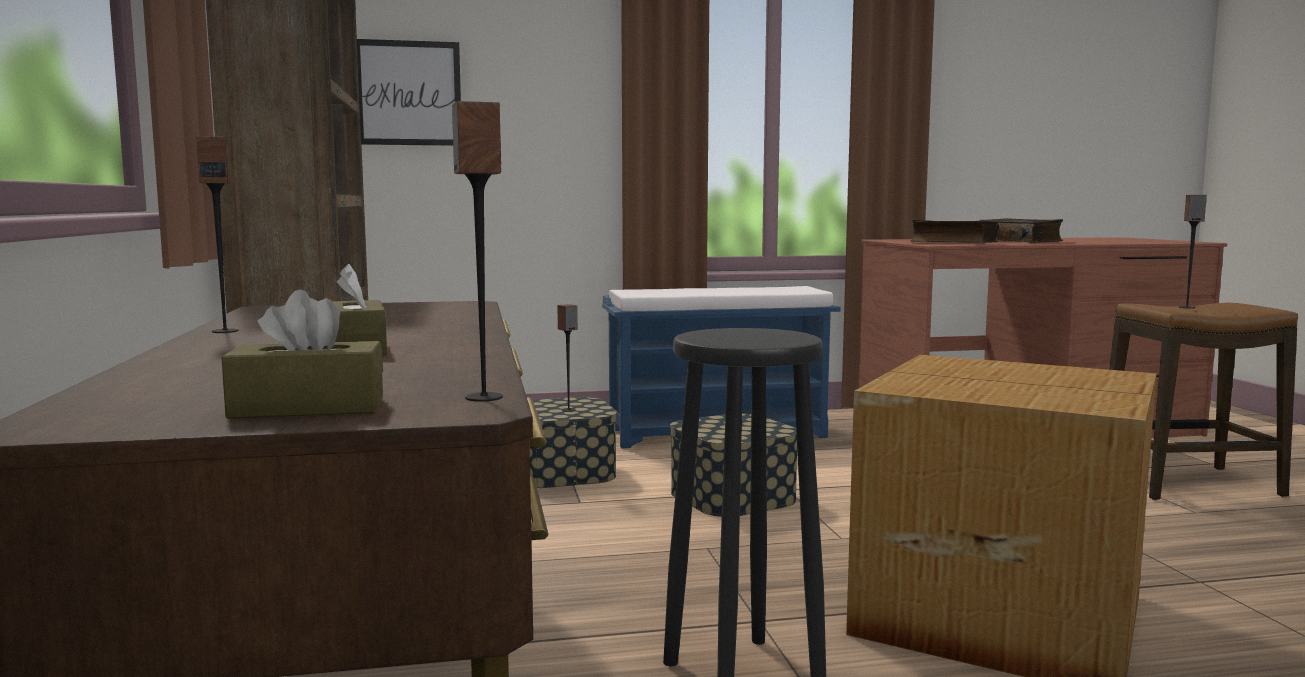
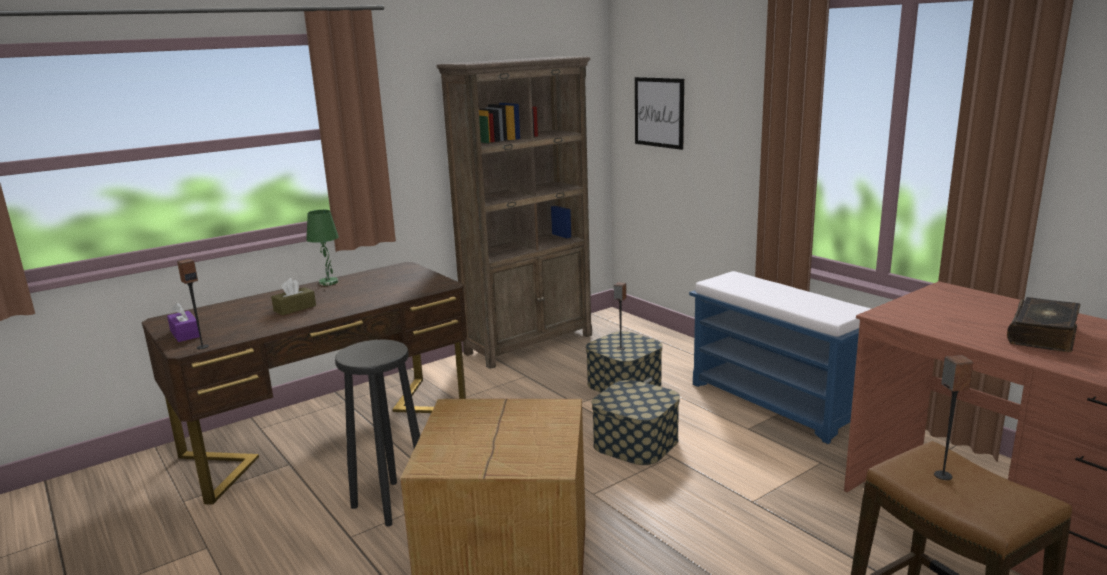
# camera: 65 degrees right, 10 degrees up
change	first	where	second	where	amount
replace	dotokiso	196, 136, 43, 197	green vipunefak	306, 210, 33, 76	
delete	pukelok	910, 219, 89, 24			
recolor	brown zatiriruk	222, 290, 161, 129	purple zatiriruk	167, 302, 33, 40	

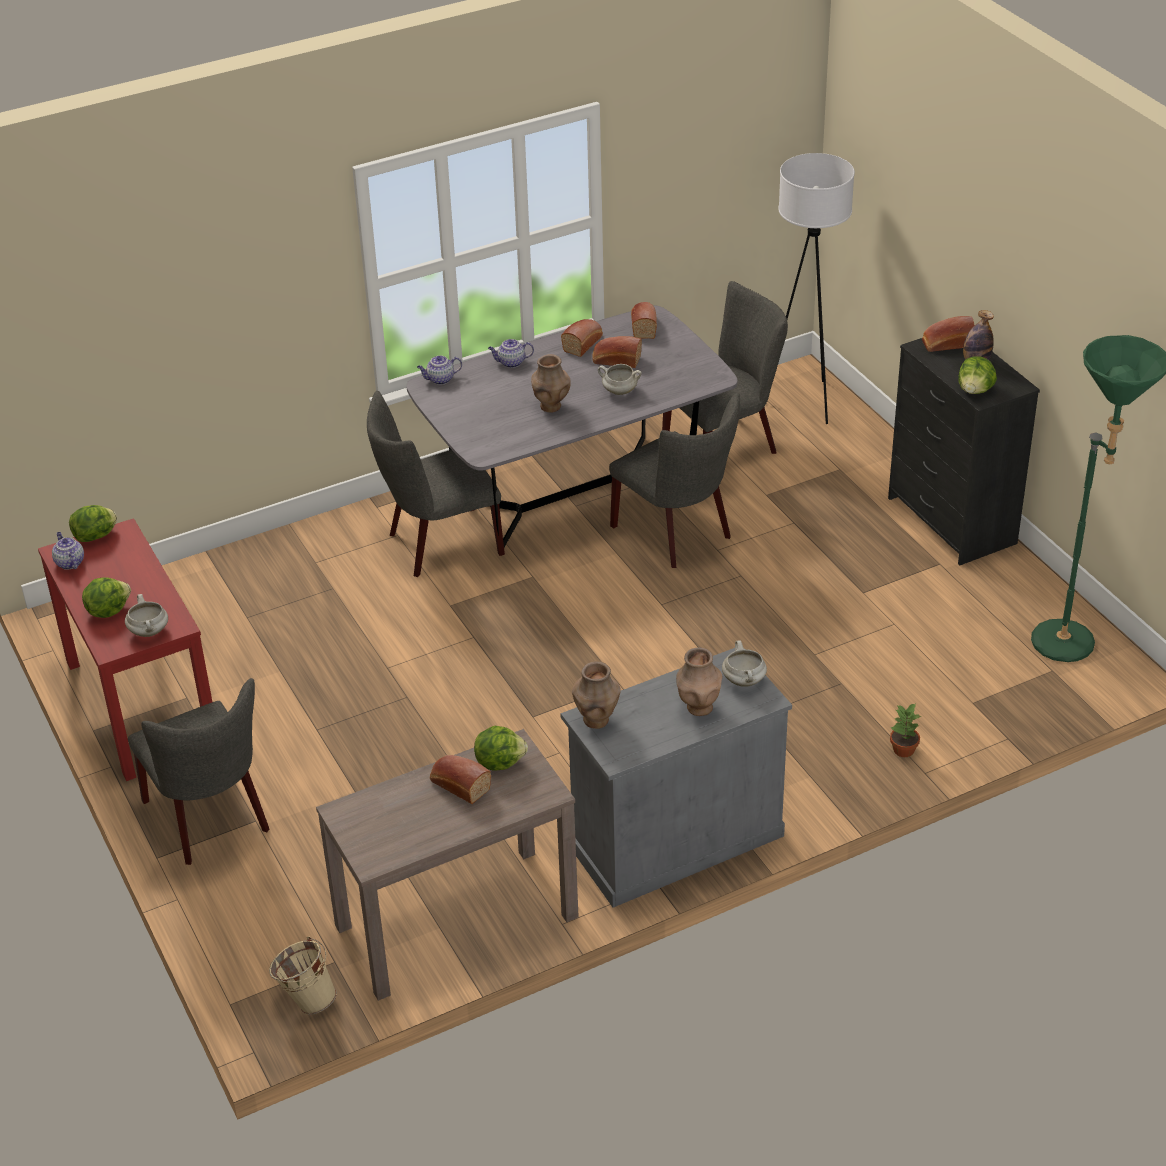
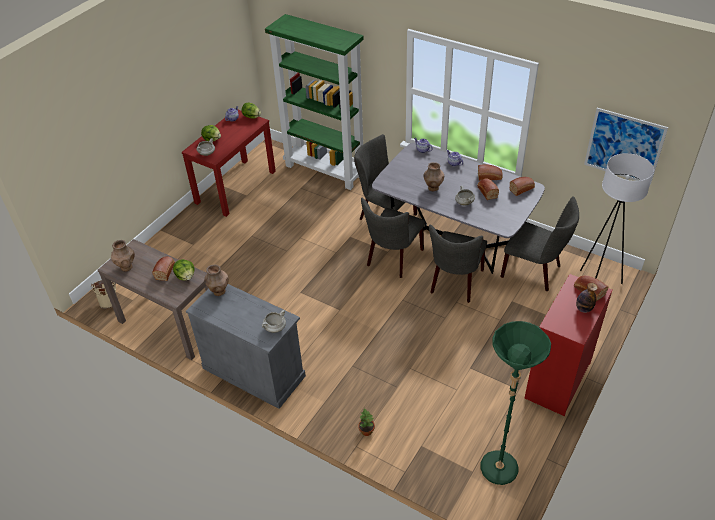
# camera: 60 degrees right, 5 degrees up
change	first	where	second	where	amount
recolor	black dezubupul	888, 338, 152, 227	red dezubupul	525, 274, 88, 142	
delete	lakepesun	958, 356, 39, 38			
move	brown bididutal	676, 648, 46, 68		111, 240, 24, 32	
move	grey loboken	128, 678, 141, 187		361, 198, 64, 80	
insert			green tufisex	265, 14, 99, 176	
insert			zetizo	584, 108, 84, 77	

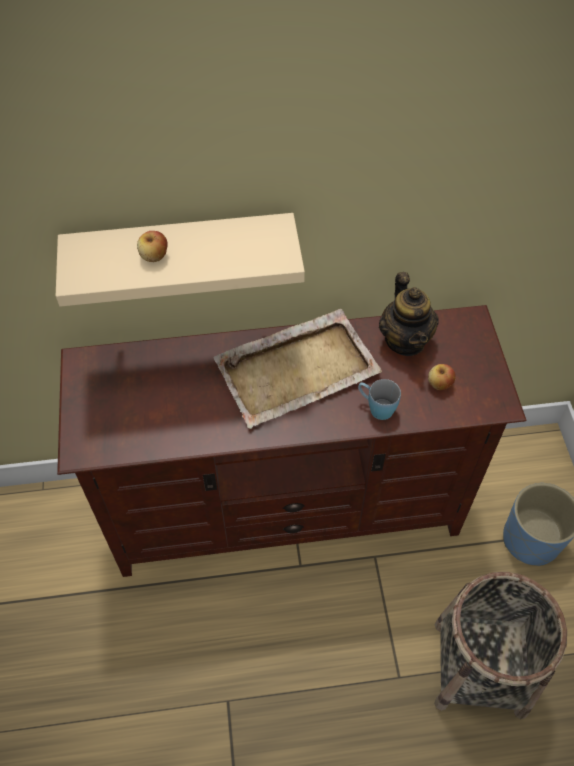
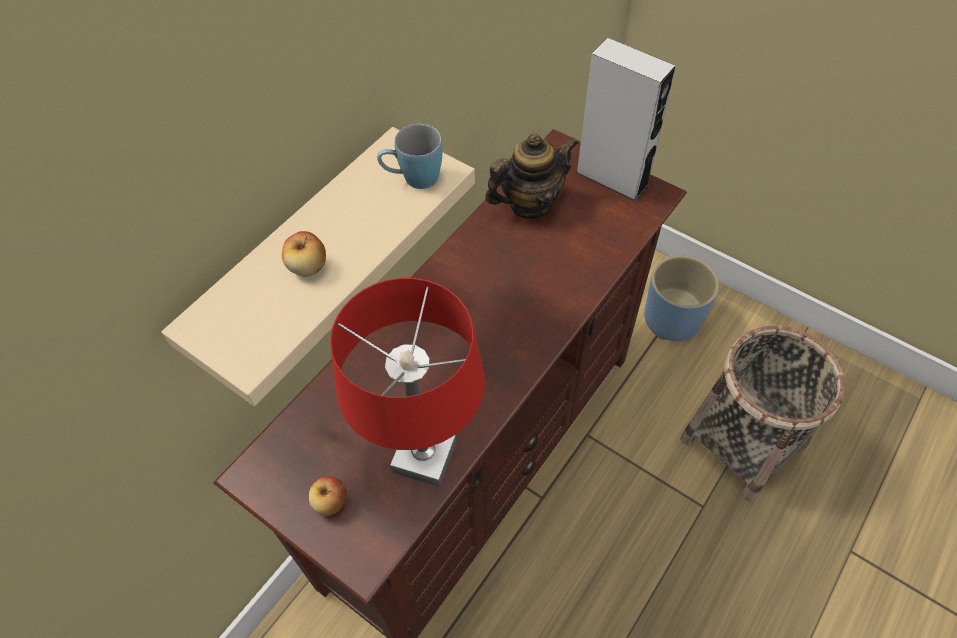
# camera: 45 degrees left, 0 degrees up
change	first	where	second	where	amount
rotate	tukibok	379, 272, 60, 84		485, 133, 94, 86	60 degrees counterclockwise
delete	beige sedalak	213, 309, 169, 120			
move	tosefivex	428, 364, 28, 26		309, 476, 38, 40	
move	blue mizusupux	358, 379, 43, 41		377, 124, 65, 65	
insert			grey dotokiso	575, 38, 100, 164	
insert			red vipunefak	330, 278, 155, 209	

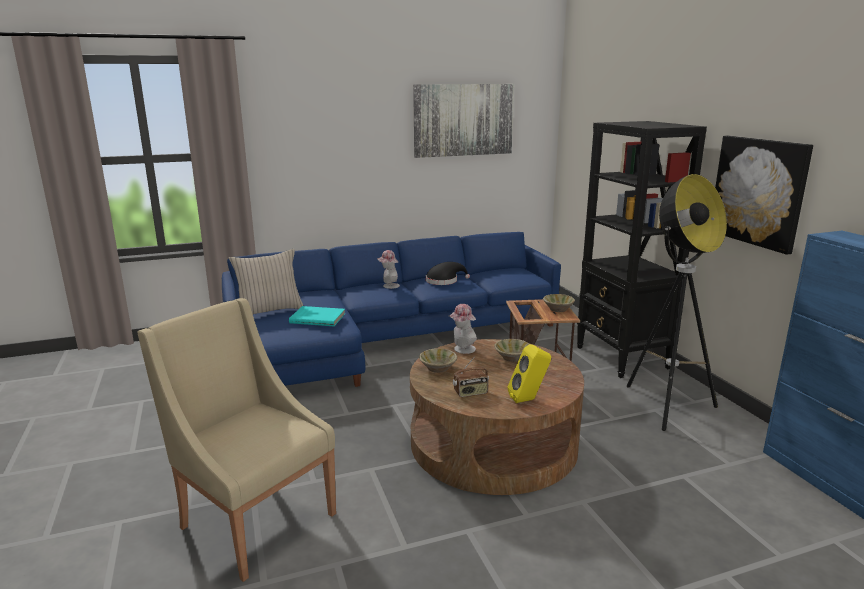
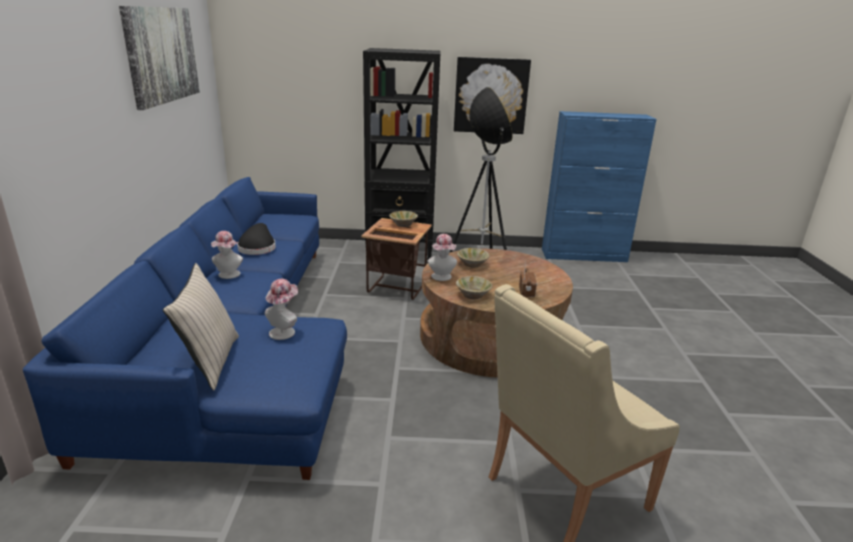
# camera: 70 degrees left, 5 degrees up
change	first	where	second	where	amount
replace	turquoise pukelok	289, 306, 56, 20	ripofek	265, 279, 33, 61	
delete	yellow dotokiso	508, 344, 43, 59			

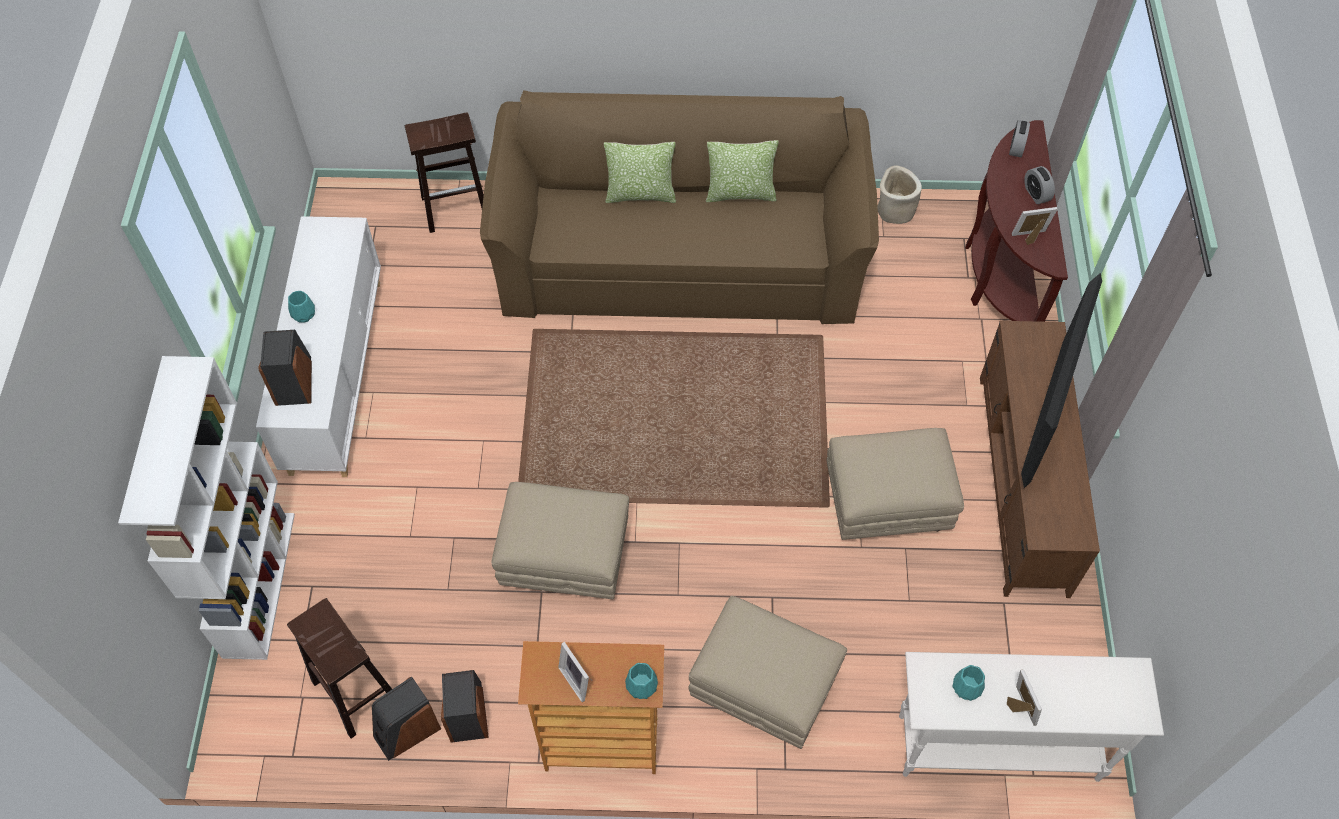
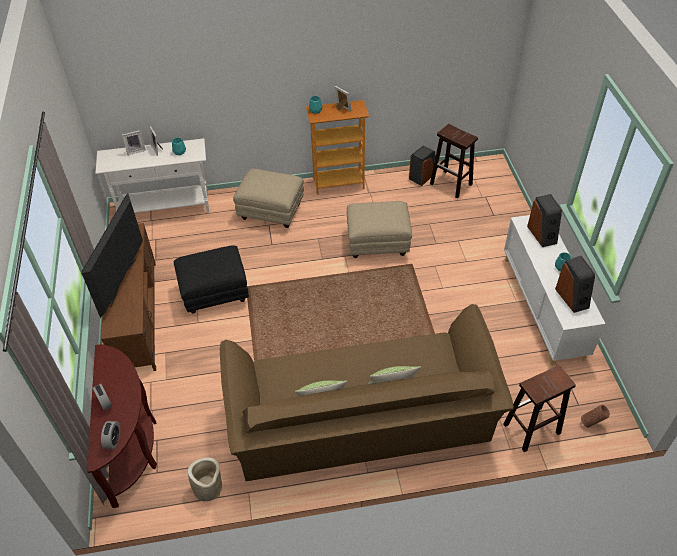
# camera: 170 degrees right, 10 degrees down
change	first	where	second	where	amount
move	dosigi	1012, 207, 45, 38		122, 130, 24, 25	
delete	white tufisex	118, 356, 177, 304			
recolor	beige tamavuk	827, 428, 137, 112	black tamavuk	174, 246, 75, 68	
move	dotokiso	441, 670, 47, 73		555, 256, 40, 57	
insert			brown bididutal	581, 405, 29, 22	

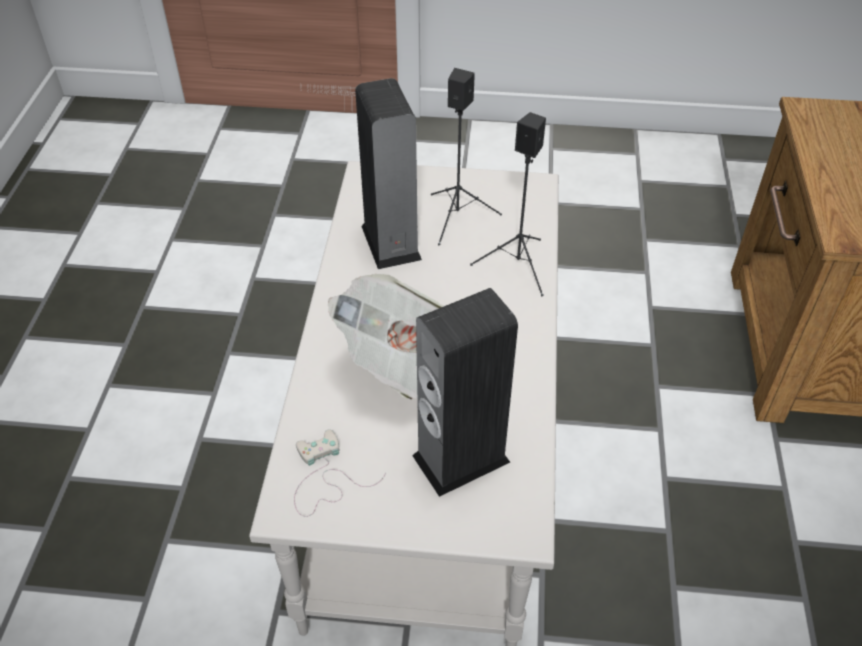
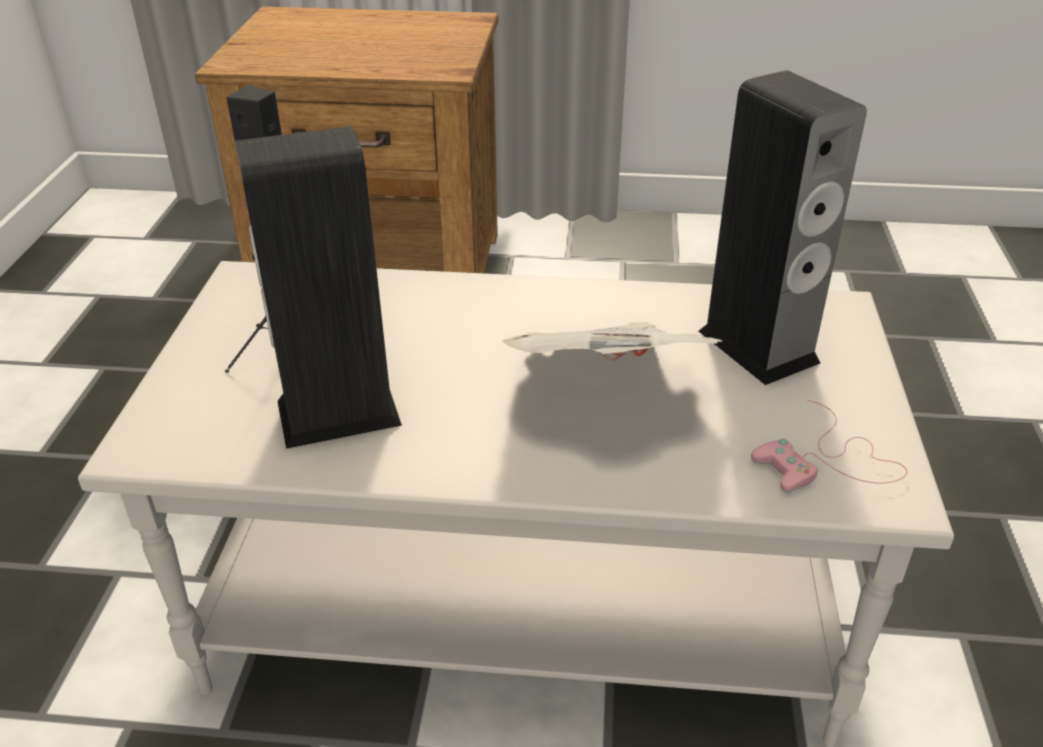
# camera: 90 degrees left, 10 degrees down
change	first	where	second	where	amount
delete	black dotokiso	470, 112, 76, 184			
recolor	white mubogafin	294, 429, 92, 88	pink mubogafin	751, 400, 157, 92	

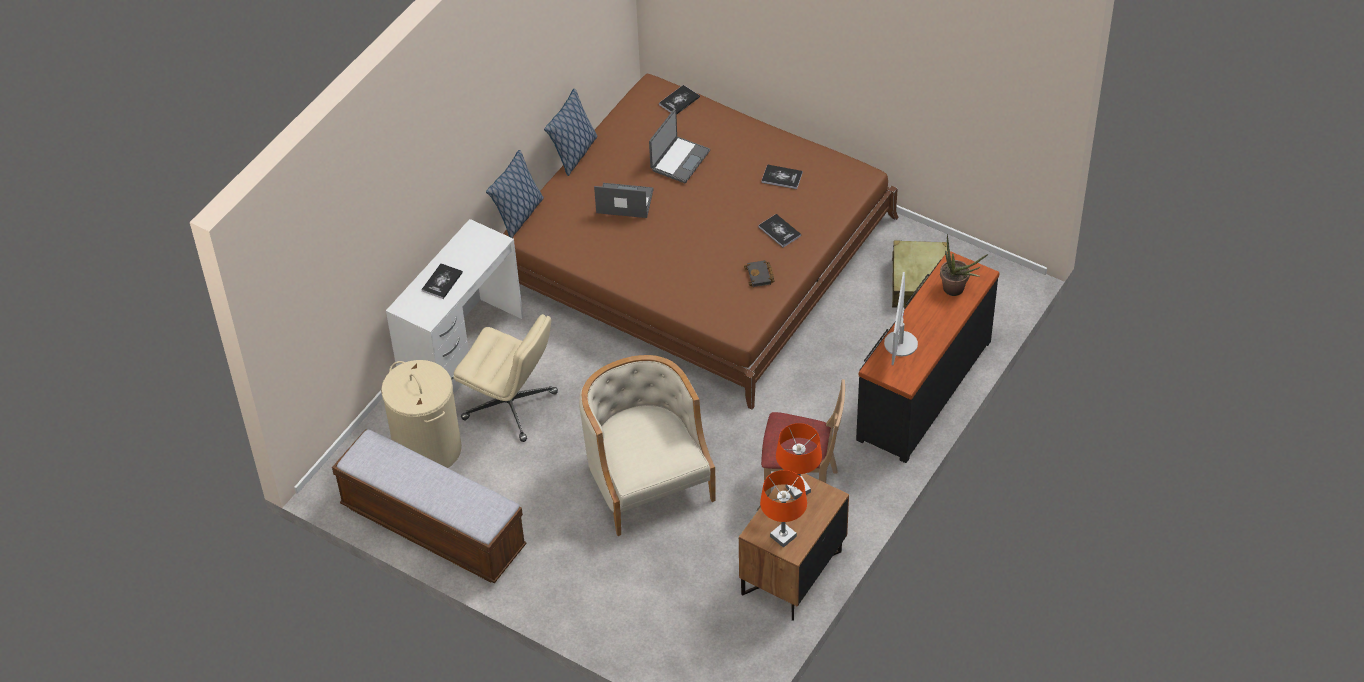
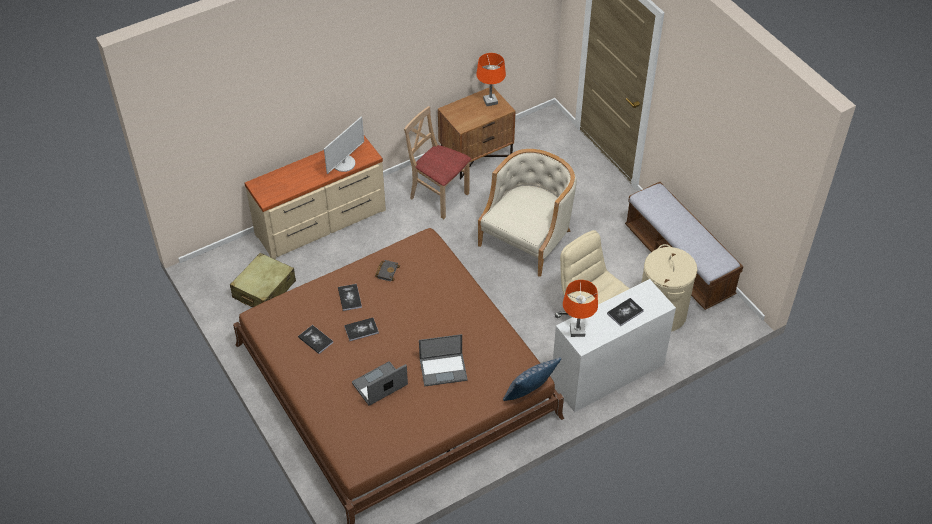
# camera: 155 degrees left, 0 degrees up
change	first	where	second	where	amount
move	pukelok	659, 85, 41, 30		344, 318, 35, 23	
delete	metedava	544, 89, 54, 87			
rotate	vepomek	594, 183, 60, 35		419, 334, 49, 53	45 degrees counterclockwise
delete	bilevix	940, 234, 48, 62			
recolor	black dezubupul	856, 251, 144, 212	beige dezubupul	244, 136, 142, 123	
rotate	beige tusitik	579, 355, 137, 181		478, 149, 99, 128	150 degrees counterclockwise
move	orange vipunefak	776, 423, 46, 77		563, 280, 35, 57	

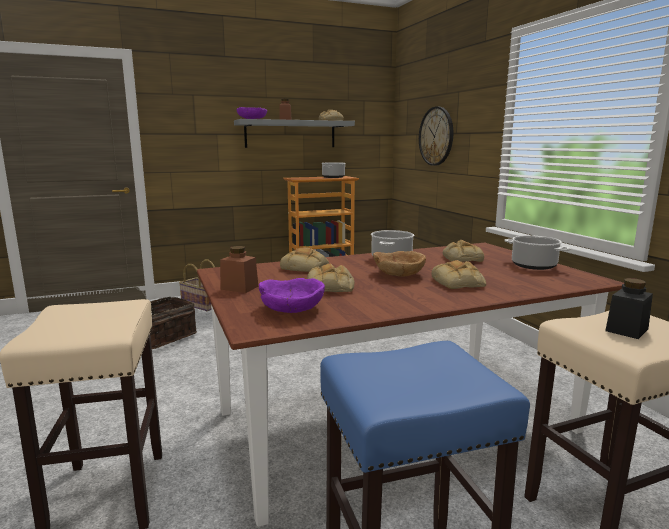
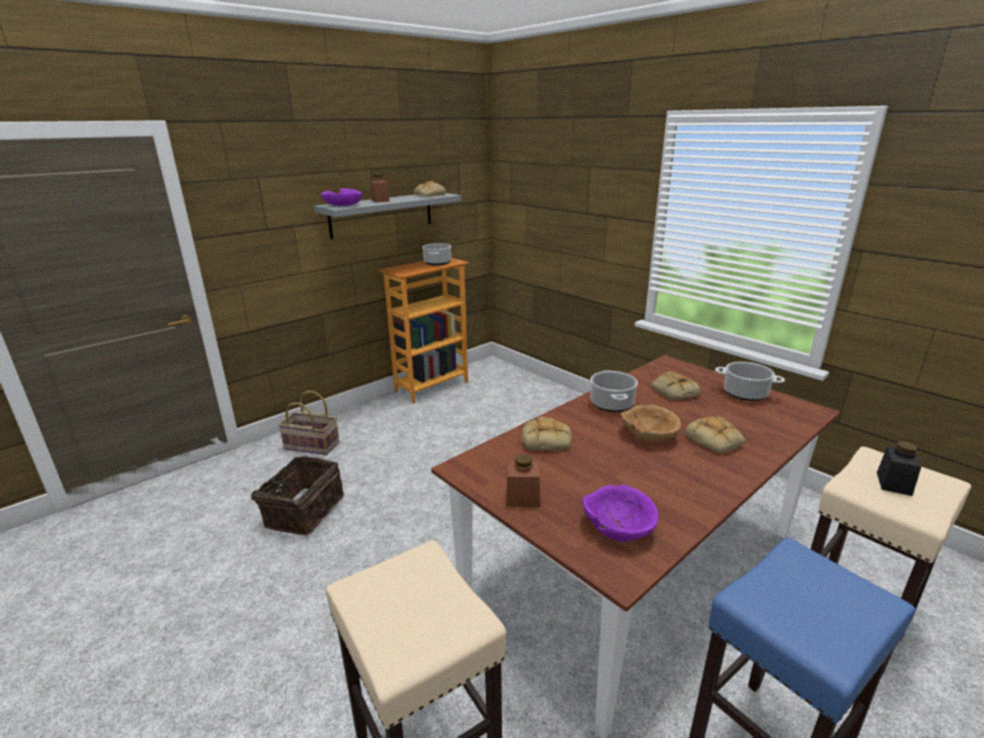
# camera: 20 degrees left, 10 degrees up
change	first	where	second	where	amount
delete	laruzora	419, 107, 34, 59			
delete	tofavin	307, 264, 47, 28			

